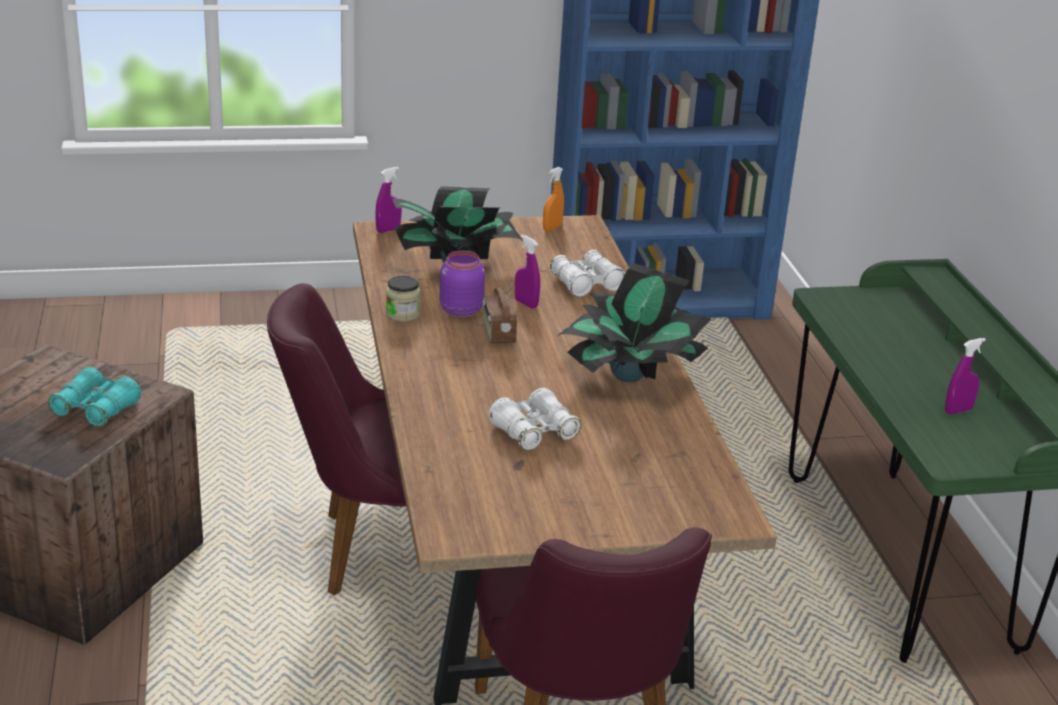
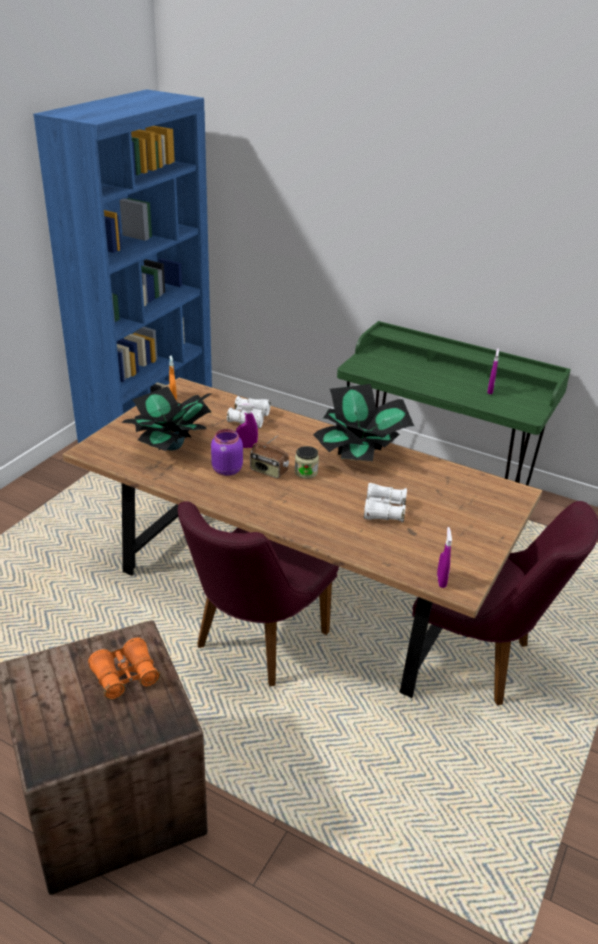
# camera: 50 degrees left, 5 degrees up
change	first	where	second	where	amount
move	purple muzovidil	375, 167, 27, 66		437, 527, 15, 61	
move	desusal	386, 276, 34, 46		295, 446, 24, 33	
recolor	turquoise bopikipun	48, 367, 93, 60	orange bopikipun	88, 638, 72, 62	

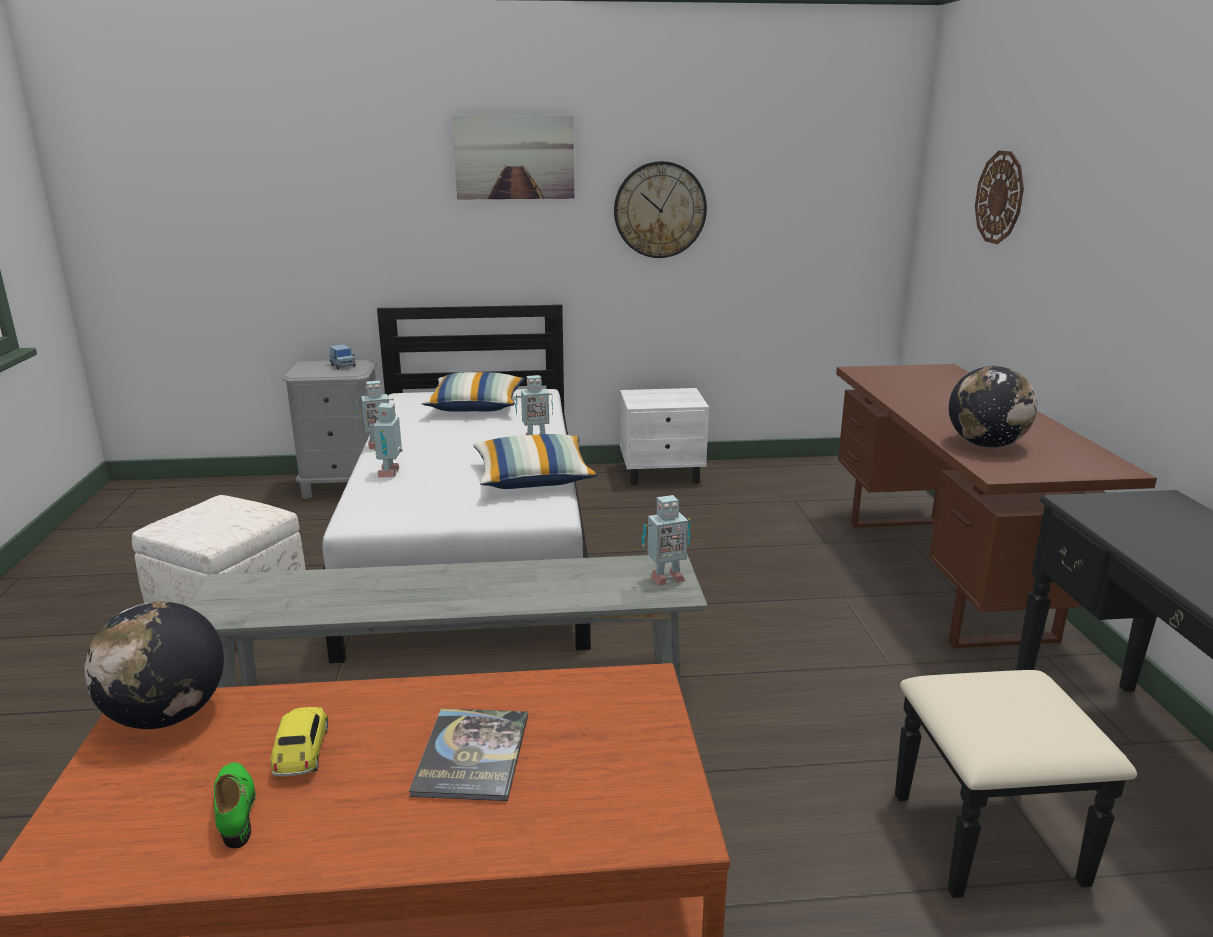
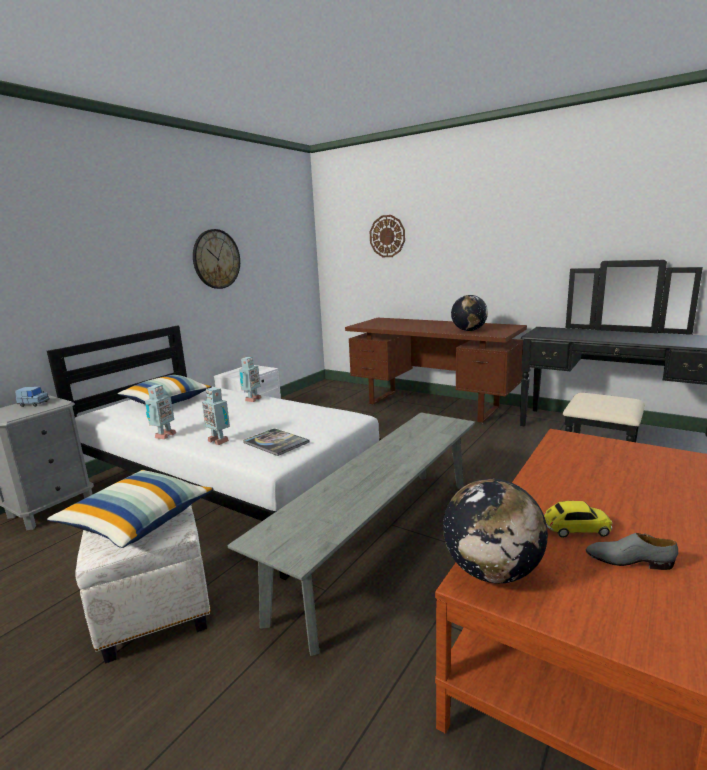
# camera: 50 degrees left, 5 degrees down
change	first	where	second	where	amount
delete	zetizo	452, 115, 122, 85			
move	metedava	473, 434, 125, 55		47, 470, 167, 78	
delete	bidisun	642, 495, 49, 91			
rotate	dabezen	271, 707, 58, 69		544, 501, 68, 37	150 degrees clockwise
move	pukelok	409, 708, 119, 93		243, 428, 67, 28	
recolor	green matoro	214, 762, 42, 86	grey matoro	586, 533, 92, 37	

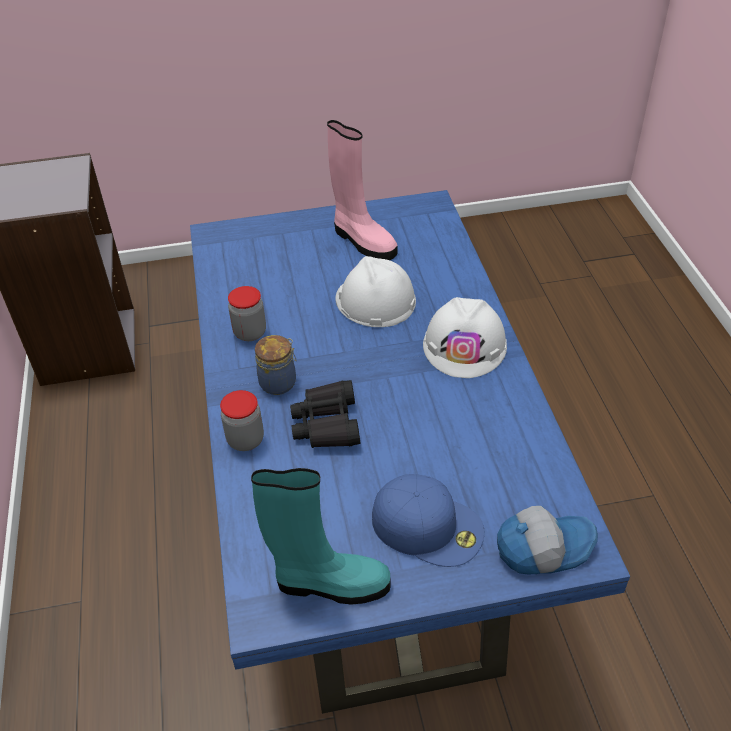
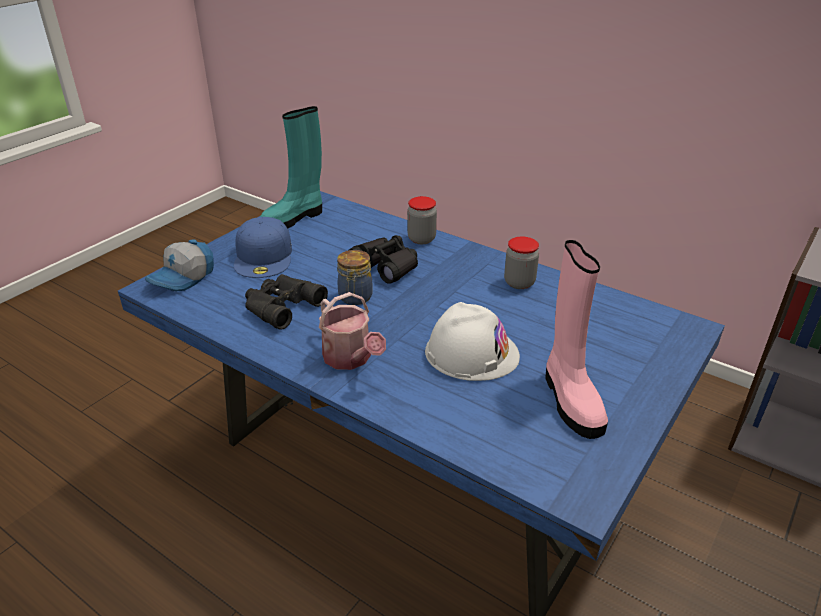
# camera: 135 degrees right, 10 degrees down
change	first	where	second	where	amount
rotate	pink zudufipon	327, 120, 70, 140		545, 240, 63, 199	105 degrees counterclockwise
replace	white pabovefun	423, 297, 84, 81	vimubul	319, 292, 67, 78	
move	desusal	255, 335, 41, 60		337, 250, 36, 55	
rotate	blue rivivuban	372, 474, 112, 93		234, 217, 58, 61	75 degrees counterclockwise
insert			black bopikipun	245, 274, 83, 56	

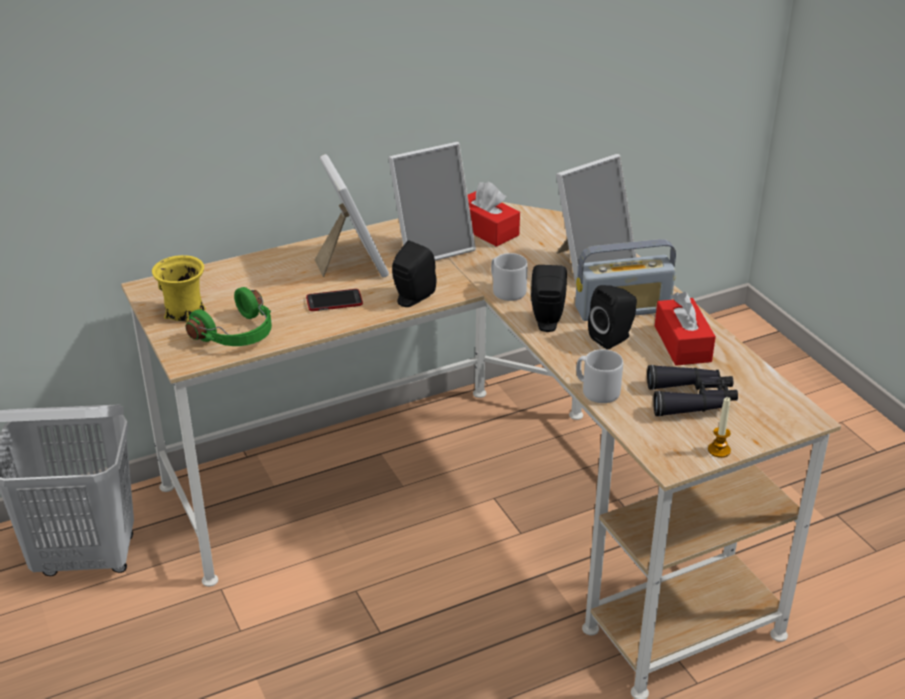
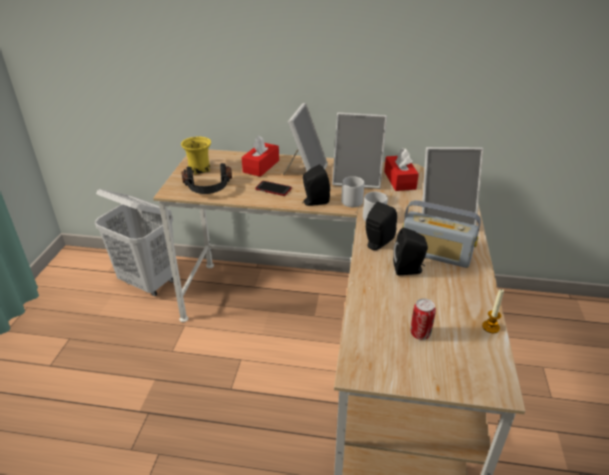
# camera: 35 degrees right, 0 degrees up
change	first	where	second	where	amount
recolor	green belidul	186, 287, 86, 59	black belidul	181, 163, 51, 31	
move	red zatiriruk	655, 292, 61, 74		242, 135, 37, 42	
move	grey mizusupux	576, 349, 47, 54		341, 176, 23, 31	
replace	black bopikipun	647, 365, 91, 52	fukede	411, 298, 25, 42	
move	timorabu	708, 397, 23, 61		482, 289, 22, 44	

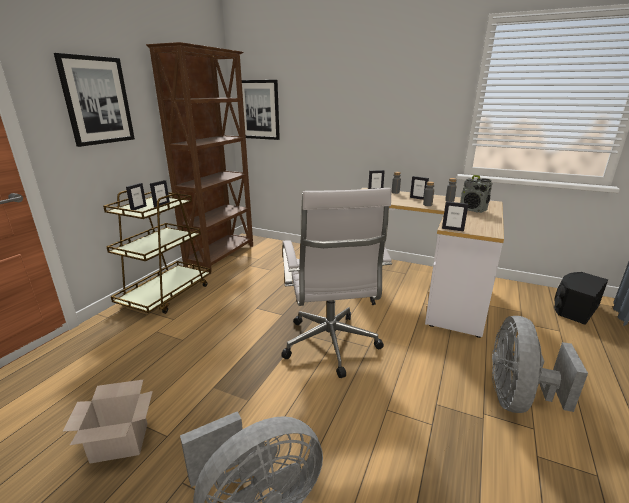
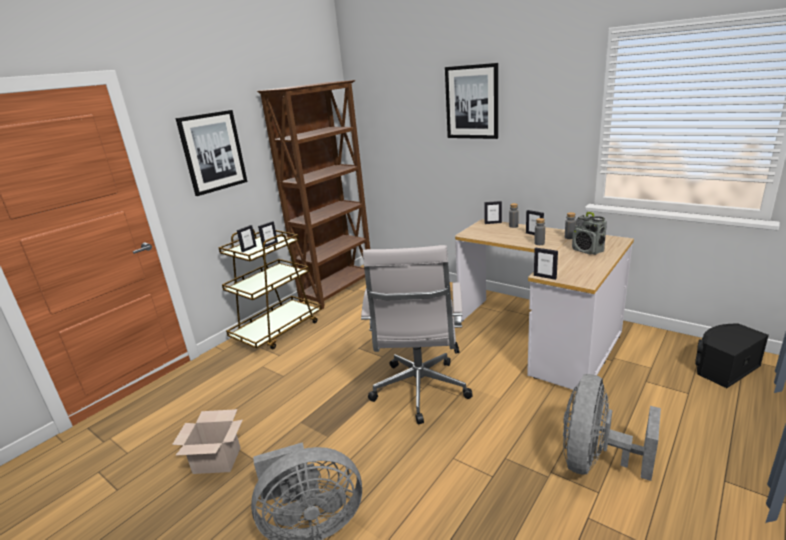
# camera: 15 degrees right, 0 degrees up
change	first	where	second	where	amount
move	zetizo	242, 80, 38, 60		445, 63, 53, 76	

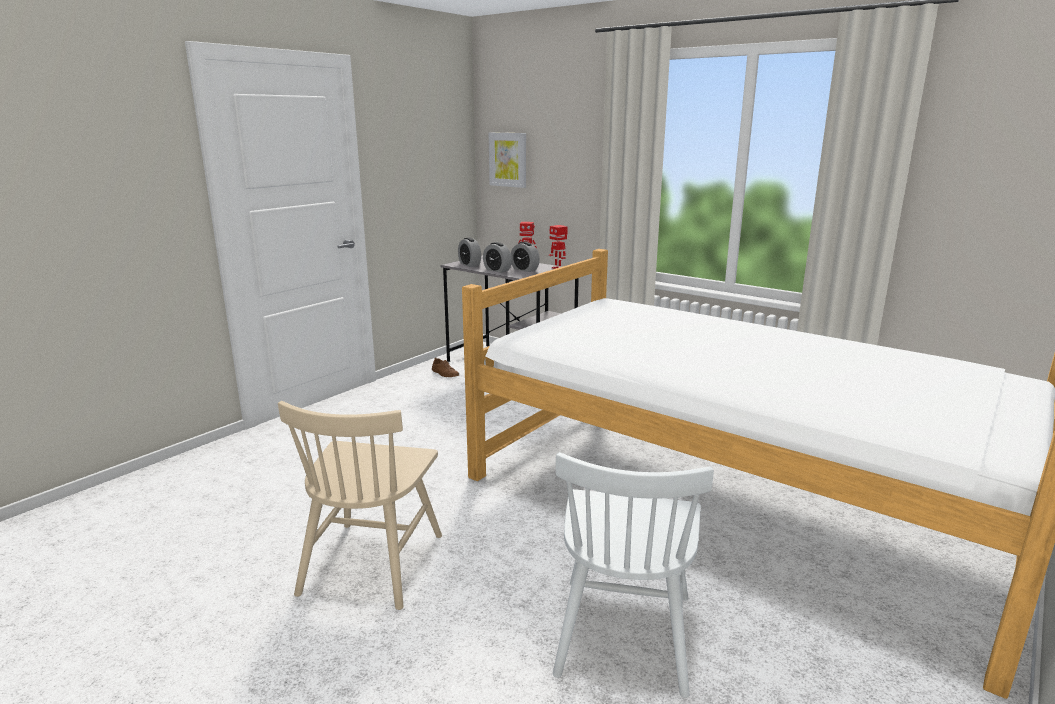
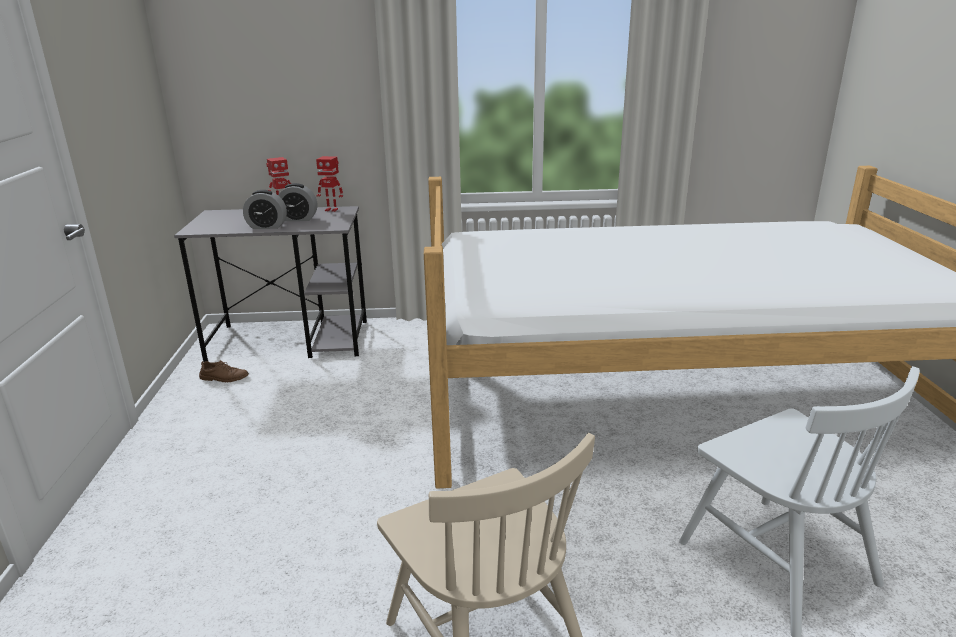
# camera: 40 degrees left, 5 degrees up
change	first	where	second	where	amount
delete	zetizo	489, 132, 37, 56			
delete	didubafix	458, 237, 23, 30			

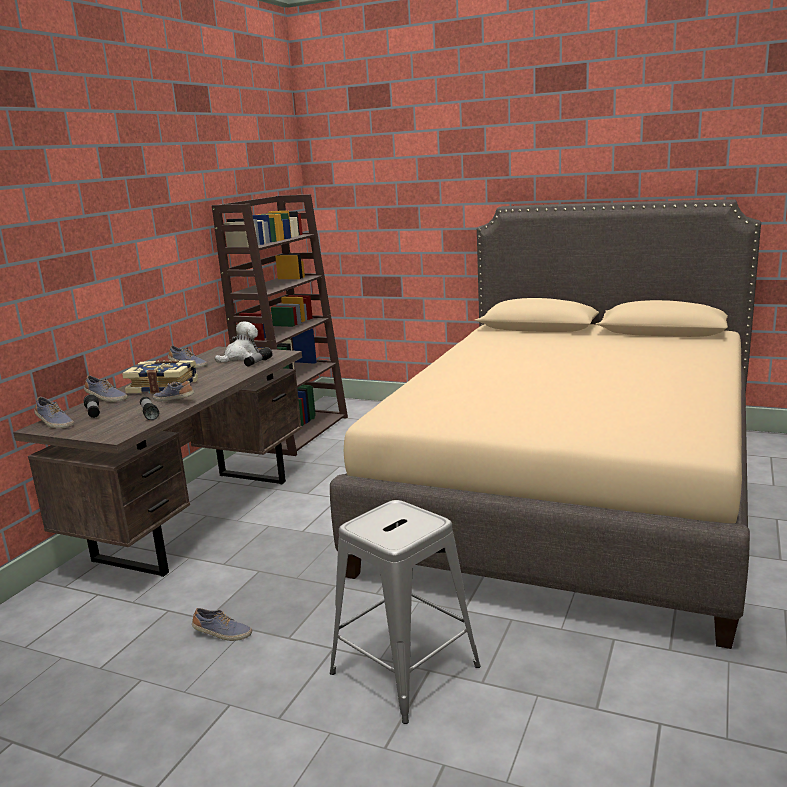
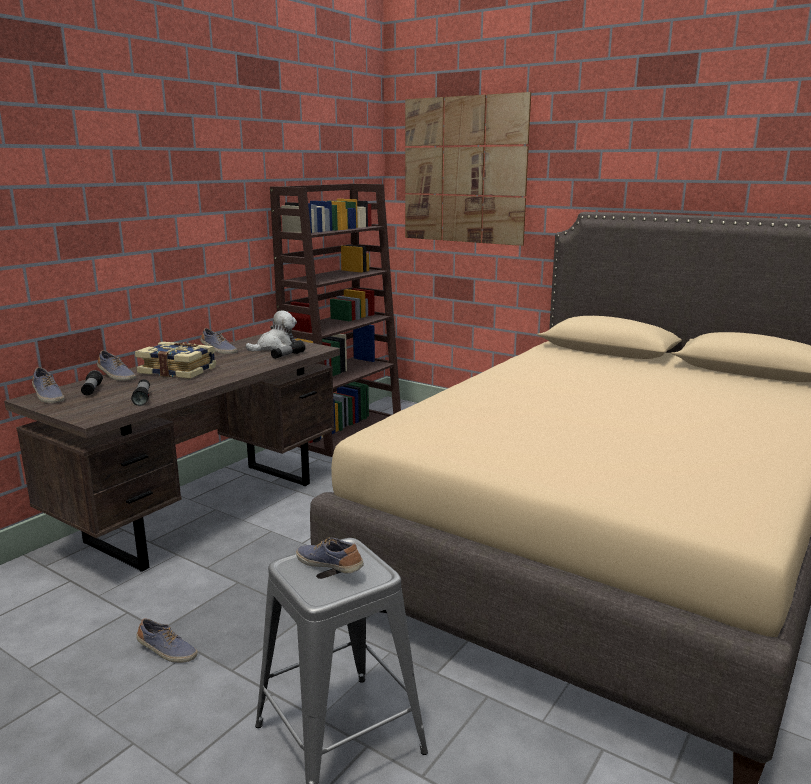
# camera: 10 degrees right, 0 degrees up
change	first	where	second	where	amount
move	matoro	153, 381, 41, 21		296, 537, 68, 36	
insert			zetizo	405, 92, 126, 154	

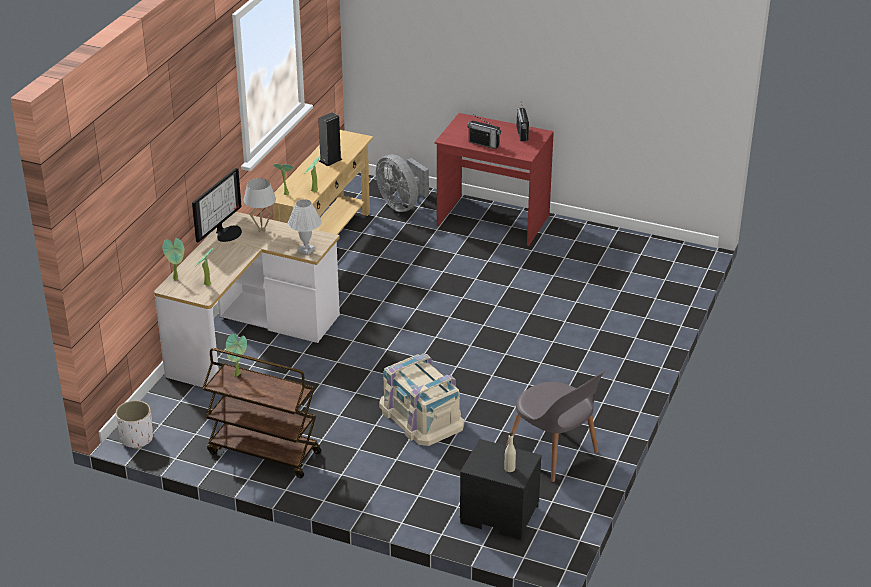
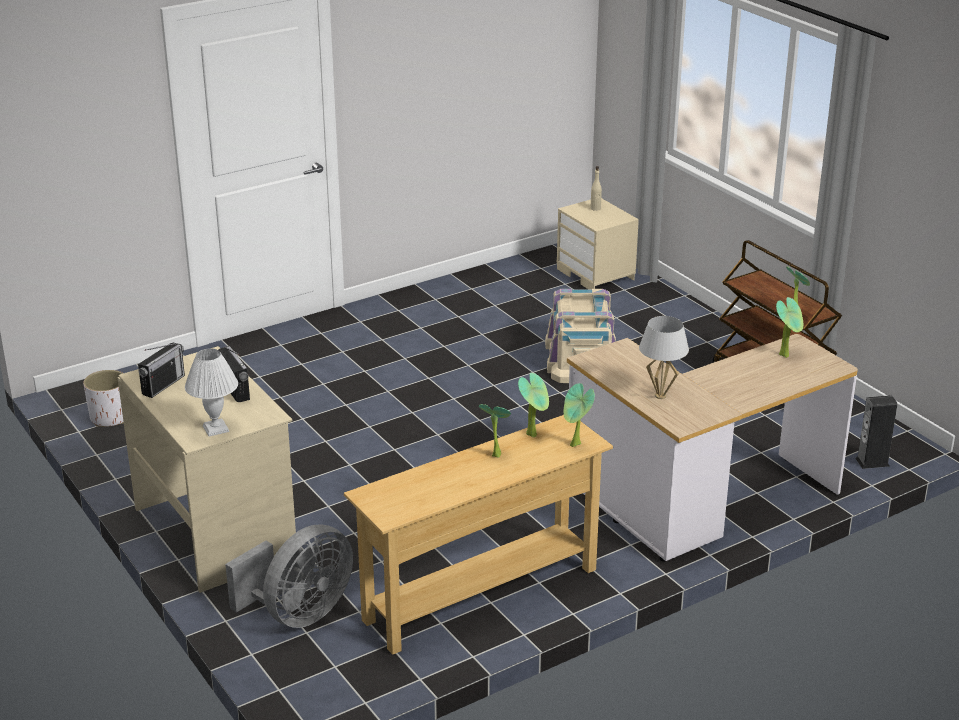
# camera: 145 degrees left, 5 degrees down
change	first	where	second	where	amount
move	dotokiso	318, 112, 24, 54		855, 395, 42, 74	
recolor	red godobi	434, 113, 120, 133	beige godobi	118, 346, 178, 247	
rotate	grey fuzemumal	376, 155, 53, 57		225, 525, 128, 103	45 degrees clockwise
delete	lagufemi	192, 168, 50, 75			
move	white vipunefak	288, 199, 34, 56		185, 348, 53, 89	
move	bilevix	162, 238, 22, 42		479, 404, 32, 54	
delete	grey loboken	506, 370, 99, 112			
move	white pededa	116, 400, 37, 49		83, 370, 41, 57	
recolor	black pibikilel	460, 439, 82, 101	beige pibikilel	557, 198, 82, 91	

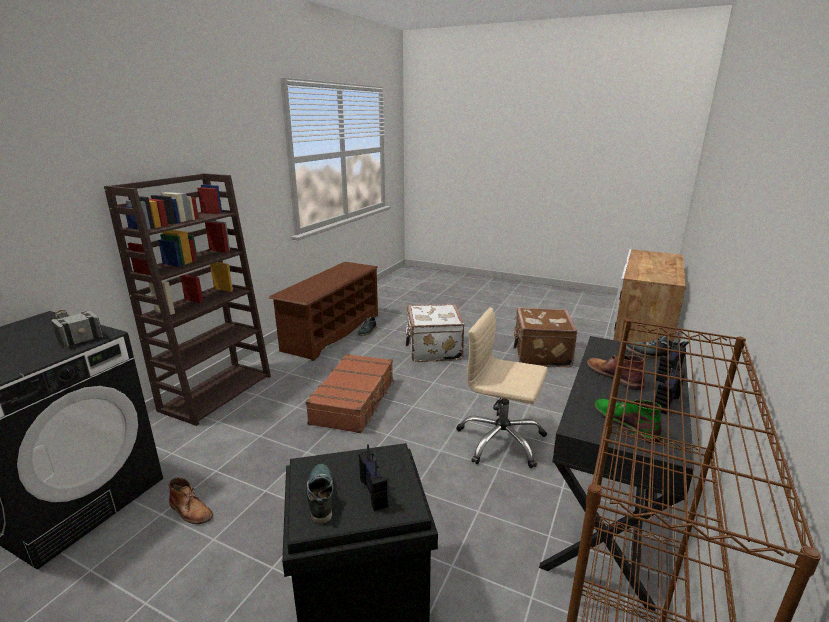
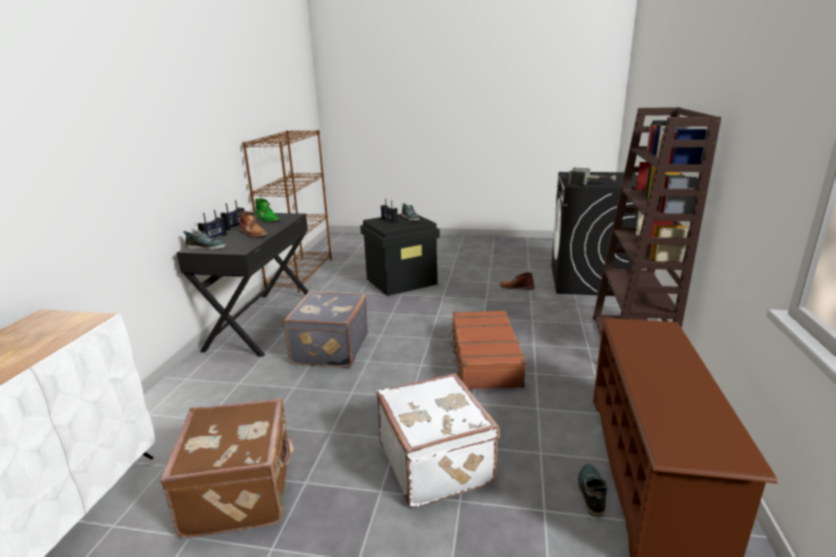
# camera: 165 degrees right, 0 degrees up
change	first	where	second	where	amount
replace	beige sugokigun	456, 307, 92, 161	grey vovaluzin	283, 291, 85, 76	

